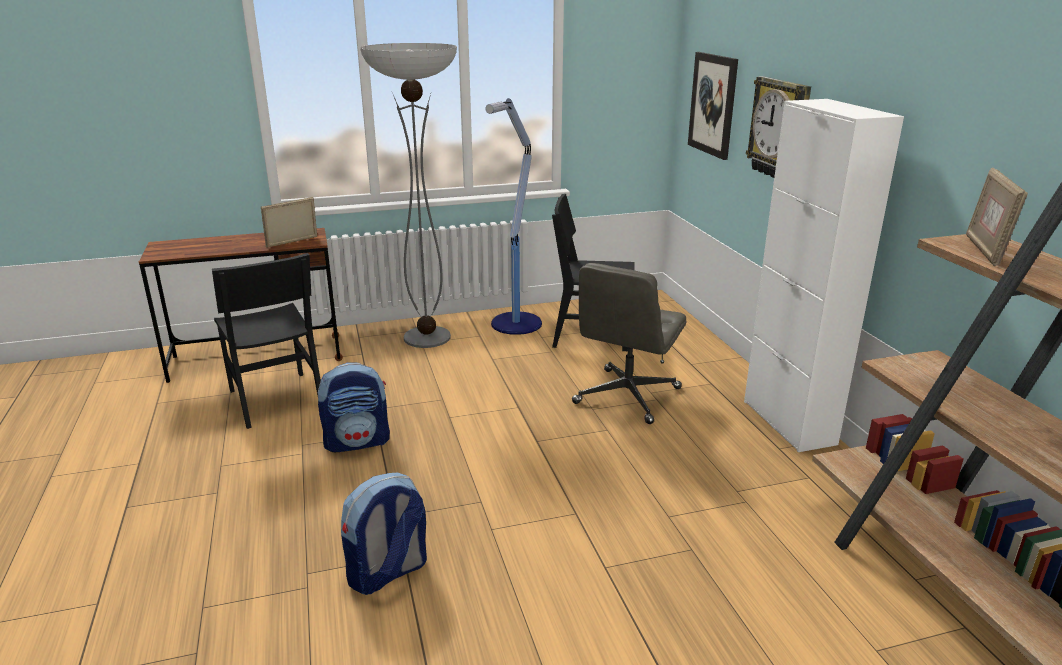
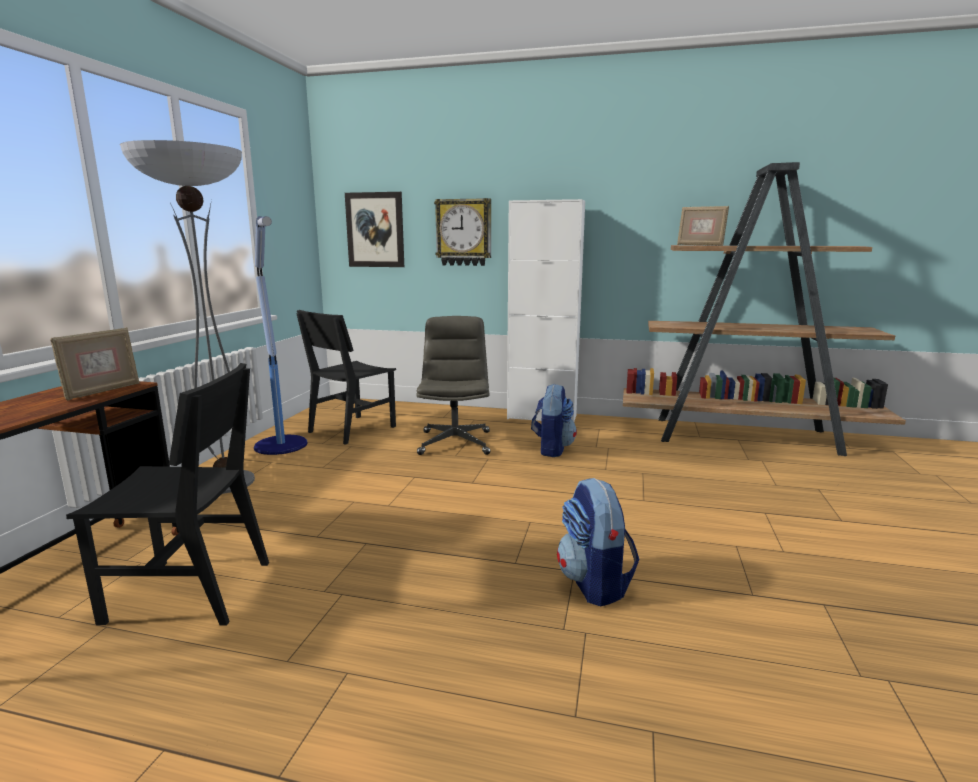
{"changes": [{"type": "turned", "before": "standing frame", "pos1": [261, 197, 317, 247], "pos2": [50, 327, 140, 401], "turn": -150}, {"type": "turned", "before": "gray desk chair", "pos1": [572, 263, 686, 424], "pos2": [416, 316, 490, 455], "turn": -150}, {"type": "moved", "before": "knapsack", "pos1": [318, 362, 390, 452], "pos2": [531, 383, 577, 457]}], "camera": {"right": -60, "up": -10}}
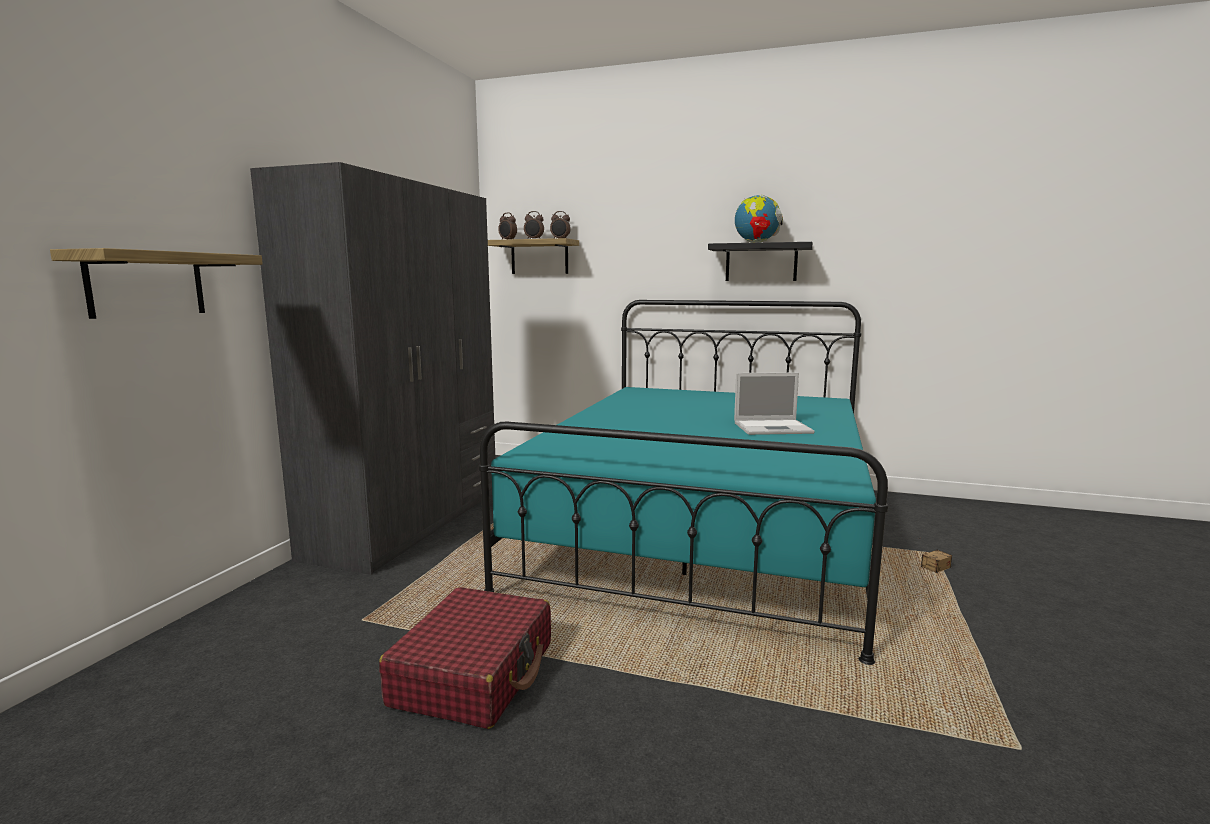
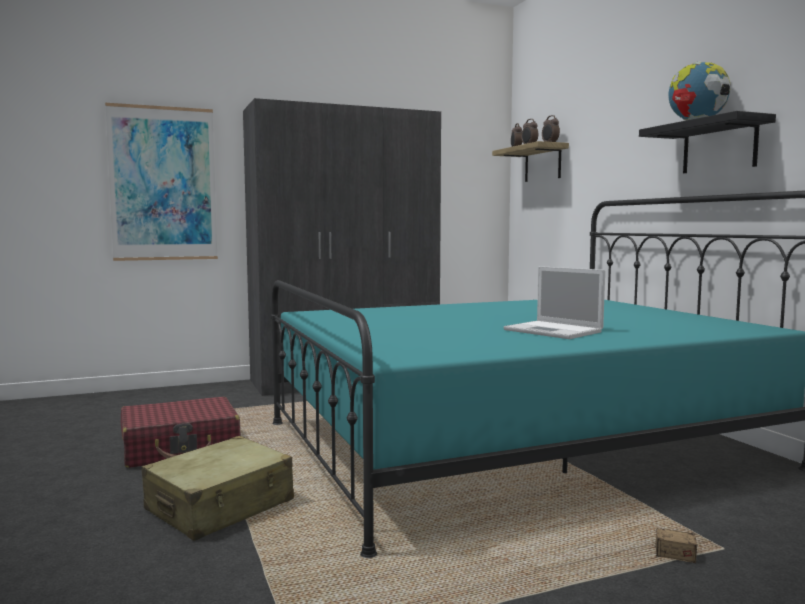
{"changes": [{"type": "replaced", "before": "bracket shelf", "after": "wall art", "pos1": [50, 248, 263, 319], "pos2": [105, 103, 218, 261]}, {"type": "added", "after": "sand-coloured piece of luggage", "pos2": [141, 436, 294, 541]}], "camera": {"right": 50, "up": -5}}
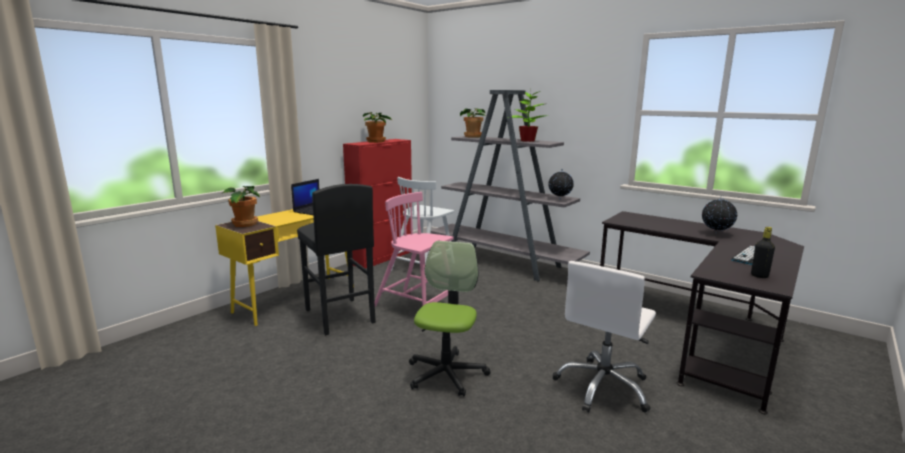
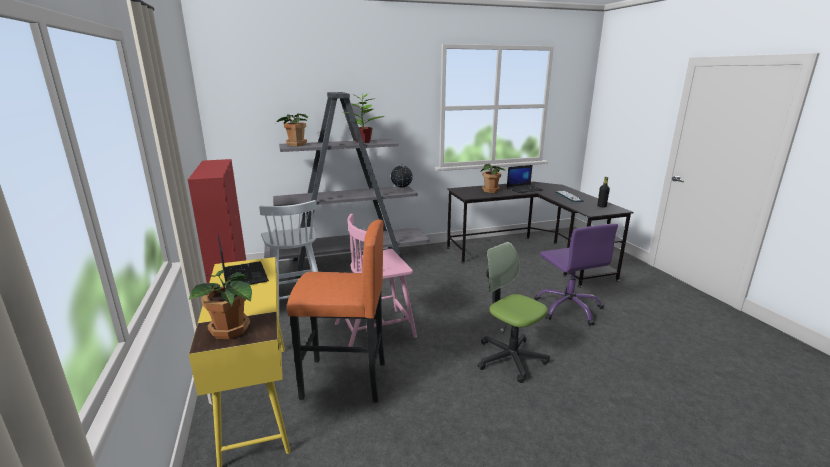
{"changes": [{"type": "moved", "before": "potted plant", "pos1": [362, 112, 392, 143], "pos2": [481, 164, 505, 193]}, {"type": "recoloured", "before": "black stool seat", "after": "orange stool seat", "pos1": [297, 184, 376, 335], "pos2": [287, 219, 385, 403]}, {"type": "replaced", "before": "world globe", "after": "notebook computer", "pos1": [702, 196, 737, 233], "pos2": [507, 165, 543, 193]}, {"type": "recoloured", "before": "white-coloured desk chair", "after": "purple desk chair", "pos1": [552, 261, 656, 413], "pos2": [534, 223, 618, 326]}], "camera": {"right": -55, "up": 5}}
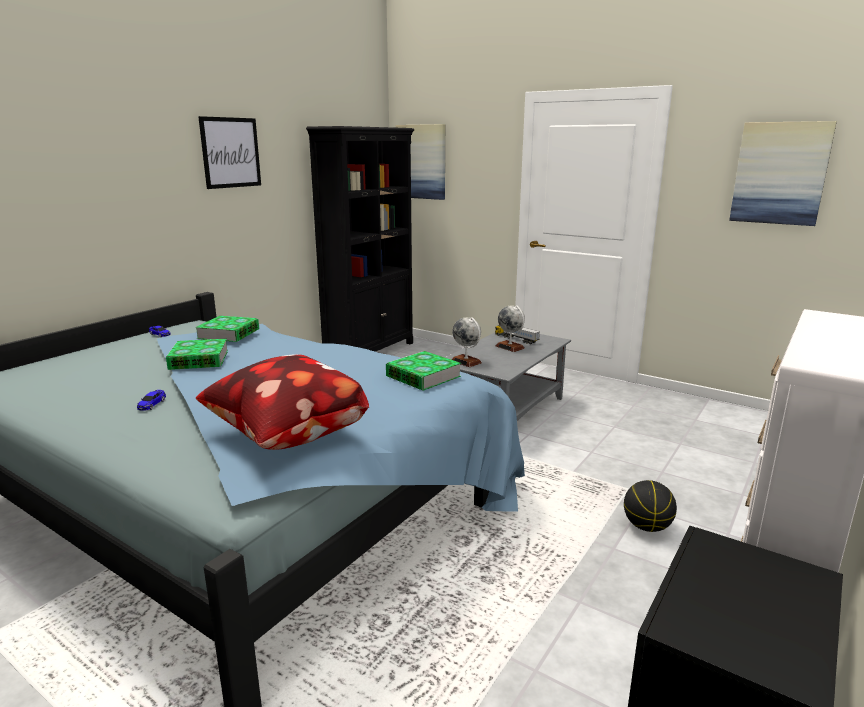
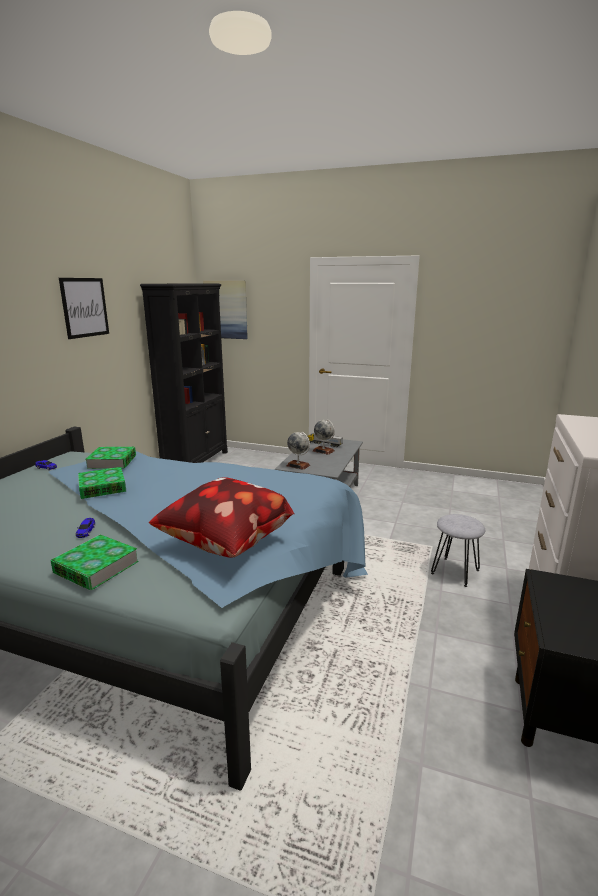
{"changes": [{"type": "removed", "before": "wall art", "pos1": [729, 121, 837, 226]}, {"type": "moved", "before": "bound book", "pos1": [386, 351, 461, 391], "pos2": [50, 534, 139, 590]}, {"type": "replaced", "before": "basketball ball", "after": "gray stool seat", "pos1": [624, 480, 677, 532], "pos2": [431, 514, 485, 587]}], "camera": {"right": -15, "up": 0}}
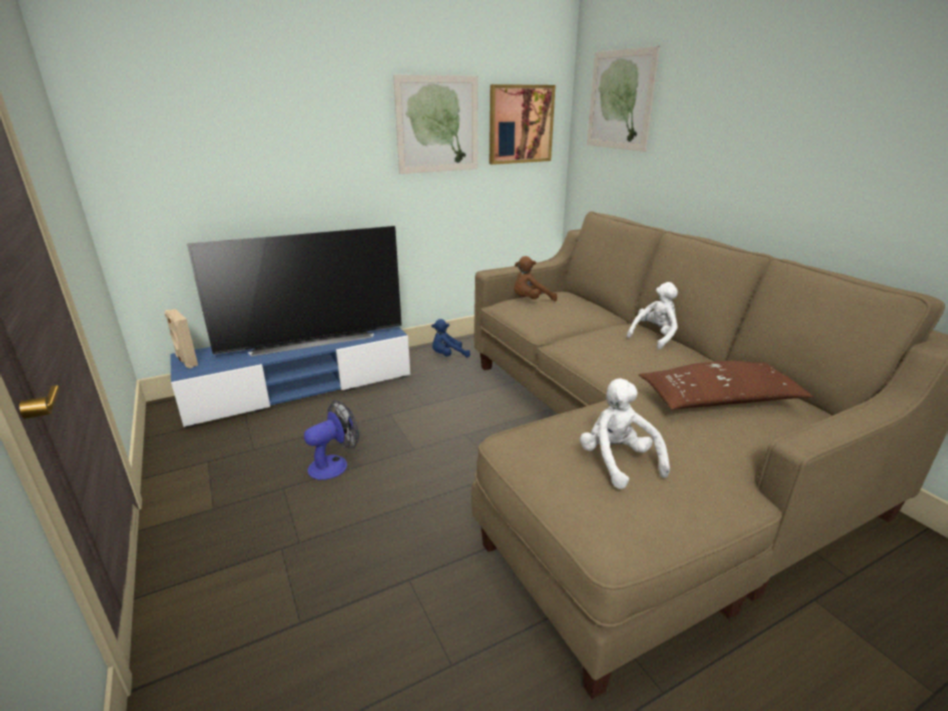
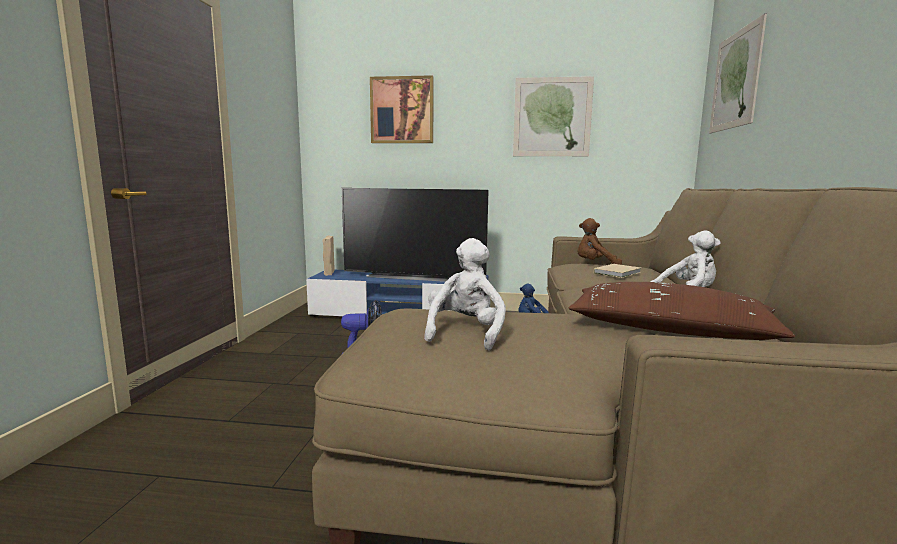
{"changes": [{"type": "moved", "before": "wall art", "pos1": [489, 84, 556, 165], "pos2": [370, 75, 434, 143]}, {"type": "added", "after": "sand-coloured bound book", "pos2": [594, 264, 641, 278]}], "camera": {"right": 35, "up": -15}}
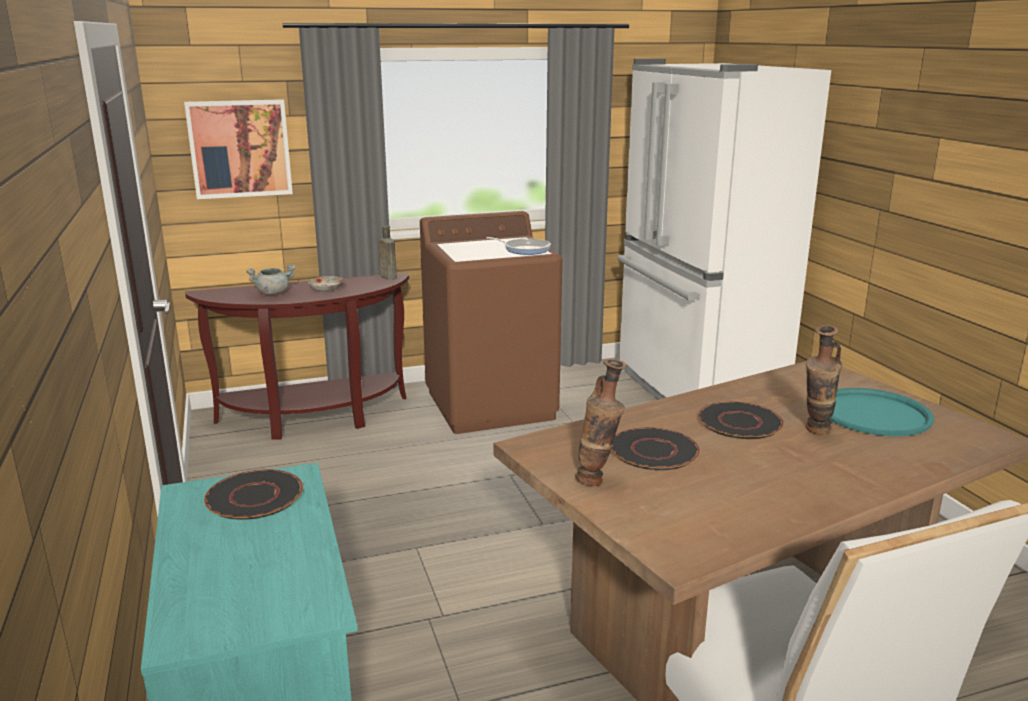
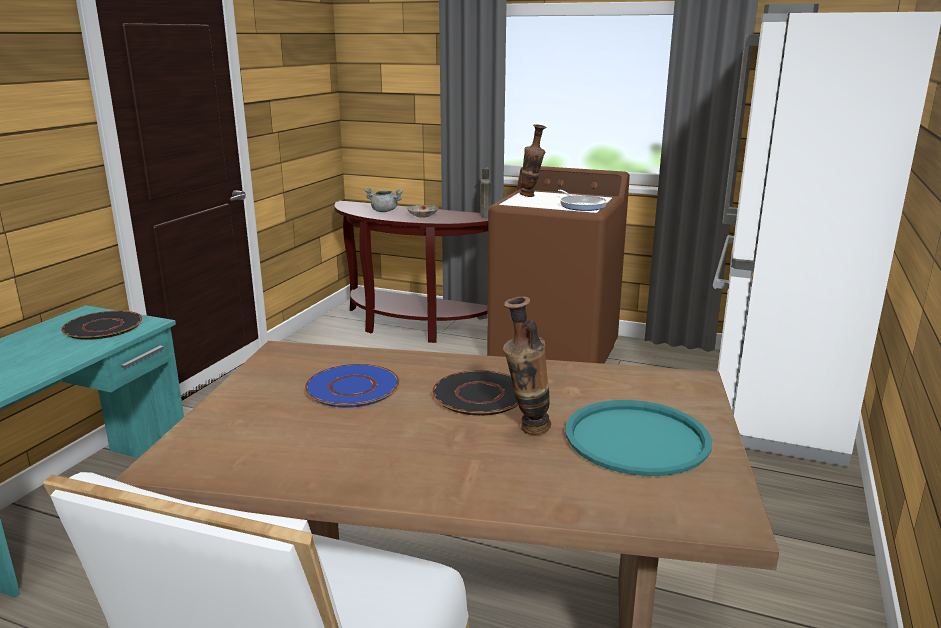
{"changes": [{"type": "removed", "before": "wall art", "pos1": [184, 99, 293, 199]}, {"type": "moved", "before": "flower vase", "pos1": [576, 359, 627, 486], "pos2": [520, 124, 546, 197]}, {"type": "recoloured", "before": "black plate", "after": "blue-coloured plate", "pos1": [611, 427, 700, 470], "pos2": [305, 364, 400, 407]}], "camera": {"right": 40, "up": 0}}
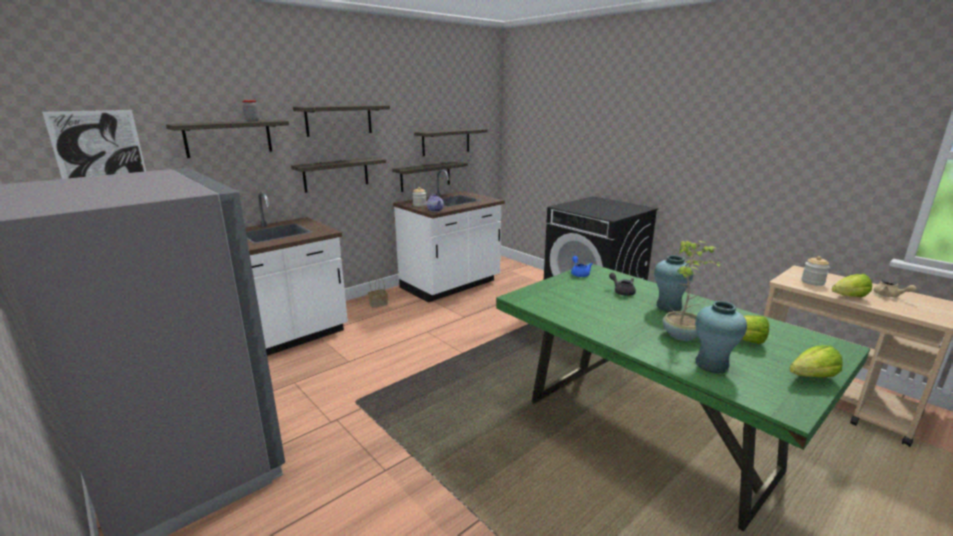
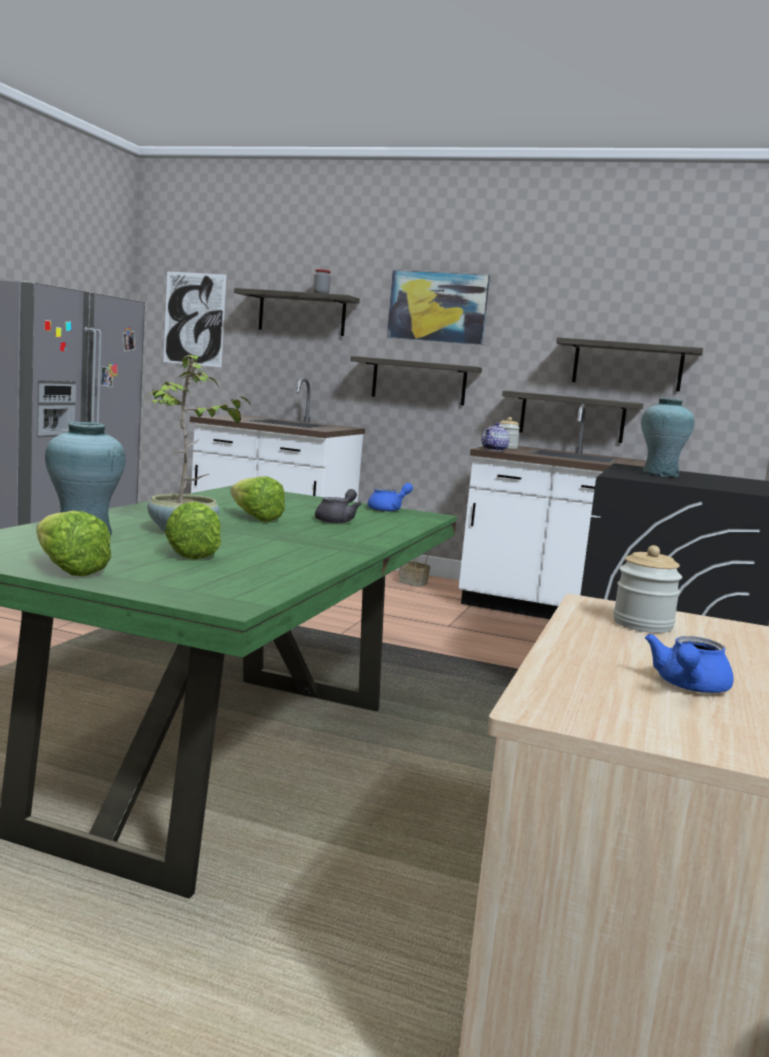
{"changes": [{"type": "replaced", "before": "bracket shelf", "after": "wall art", "pos1": [293, 105, 390, 137], "pos2": [387, 270, 490, 345]}, {"type": "moved", "before": "blue-green flower vase", "pos1": [654, 255, 693, 312], "pos2": [641, 398, 695, 477]}, {"type": "moved", "before": "head of lettuce", "pos1": [832, 274, 872, 297], "pos2": [230, 476, 285, 522]}, {"type": "recoloured", "before": "sand-coloured pot for tea", "after": "blue-coloured pot for tea", "pos1": [874, 281, 917, 297], "pos2": [645, 634, 734, 693]}], "camera": {"right": 60, "up": -10}}
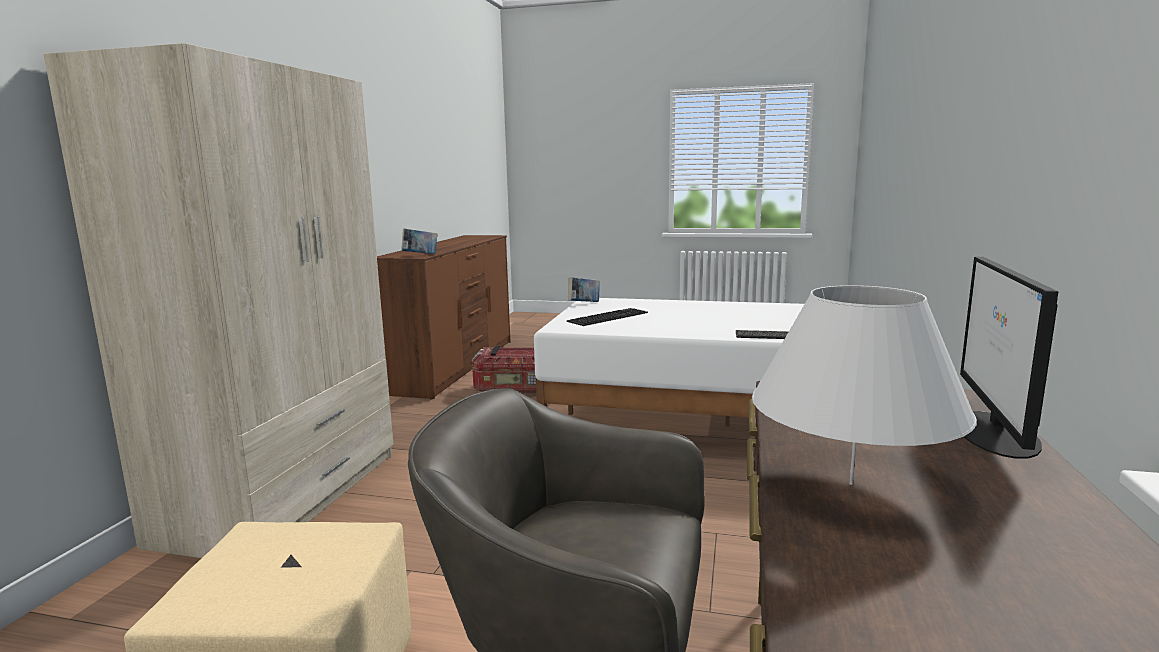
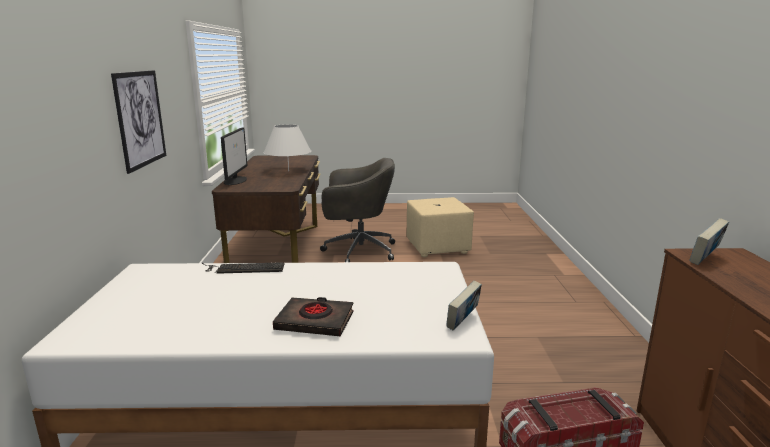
{"changes": [{"type": "removed", "before": "sand-coloured clothes cupboard", "pos1": [44, 43, 393, 558]}, {"type": "removed", "before": "keyboard", "pos1": [567, 308, 648, 326]}, {"type": "added", "after": "wall art", "pos2": [111, 70, 166, 174]}, {"type": "added", "after": "black bound book", "pos2": [273, 297, 354, 337]}], "camera": {"right": 165, "up": 5}}
